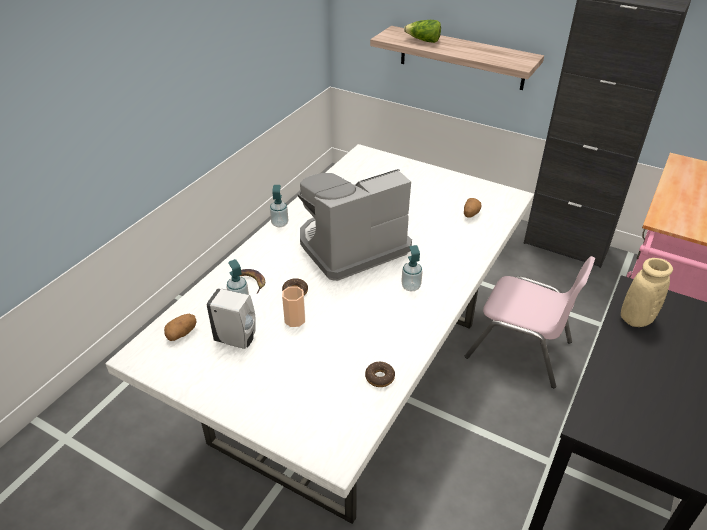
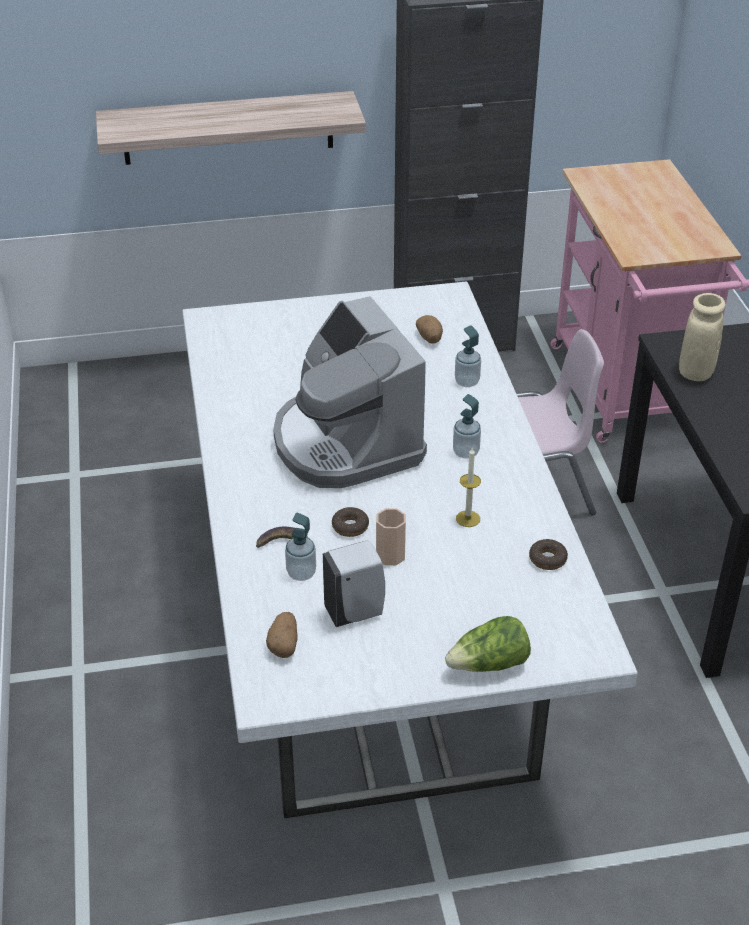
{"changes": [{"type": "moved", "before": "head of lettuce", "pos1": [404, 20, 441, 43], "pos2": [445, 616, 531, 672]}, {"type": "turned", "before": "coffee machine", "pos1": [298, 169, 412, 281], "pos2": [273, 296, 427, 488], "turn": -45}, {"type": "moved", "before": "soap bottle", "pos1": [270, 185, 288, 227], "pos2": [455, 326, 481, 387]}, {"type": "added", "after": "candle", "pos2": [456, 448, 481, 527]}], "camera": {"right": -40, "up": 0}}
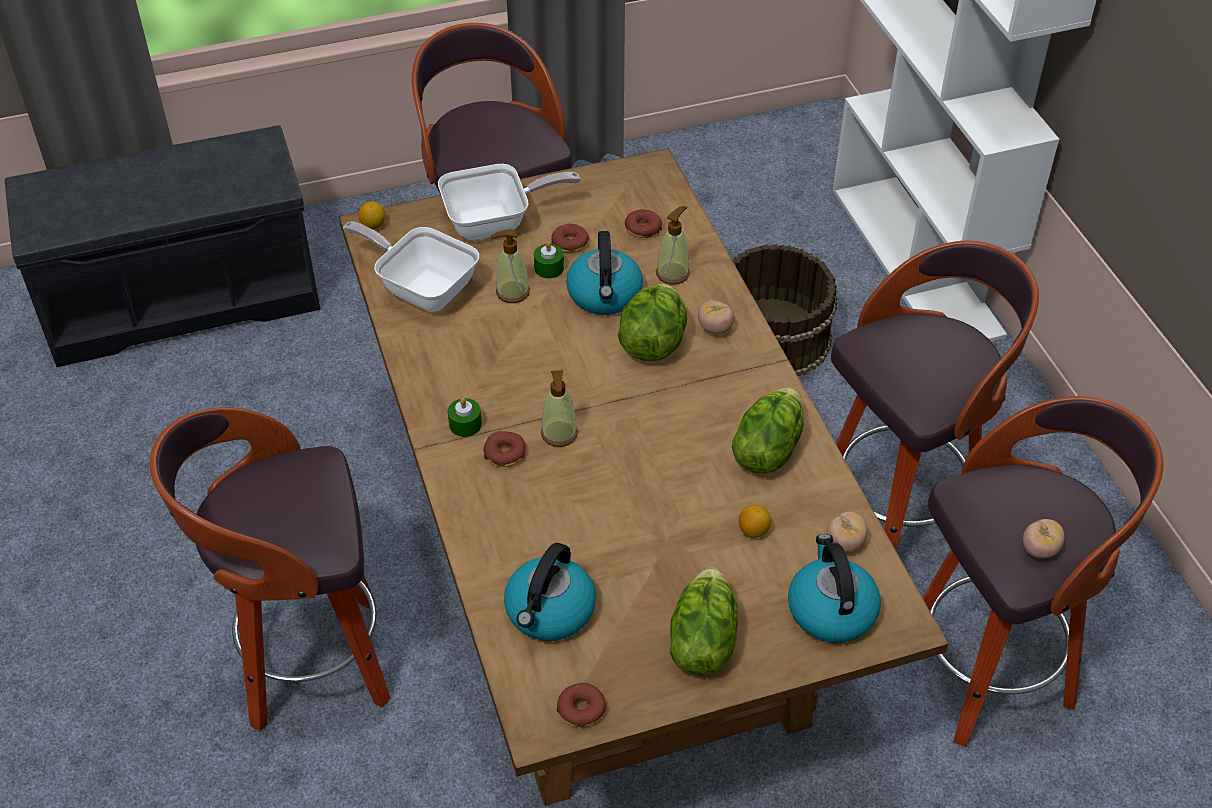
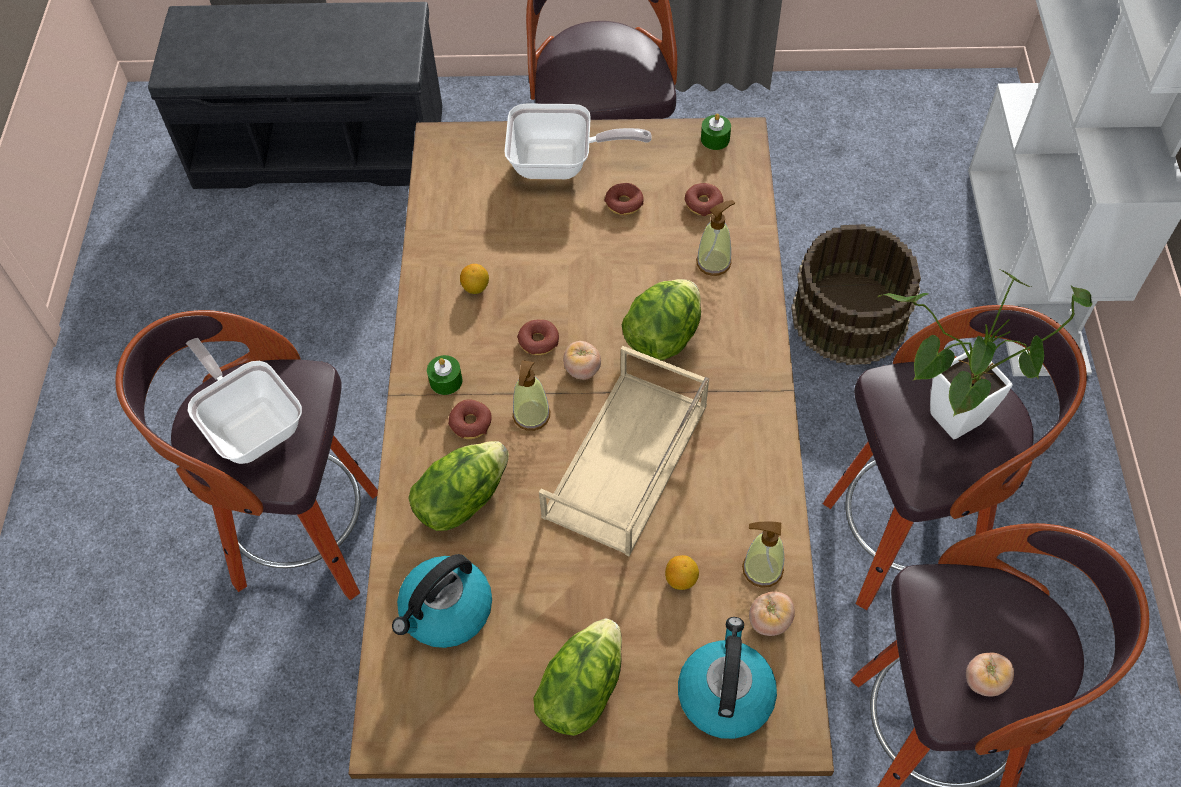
{"changes": [{"type": "moved", "before": "lemon", "pos1": [358, 201, 385, 229], "pos2": [460, 264, 489, 294]}, {"type": "moved", "before": "frying pan", "pos1": [343, 222, 479, 312], "pos2": [186, 338, 302, 464]}, {"type": "moved", "before": "soap bottle", "pos1": [491, 229, 530, 303], "pos2": [742, 522, 784, 588]}, {"type": "removed", "before": "kettle", "pos1": [566, 231, 643, 315]}, {"type": "moved", "before": "green-coloured candle", "pos1": [534, 241, 564, 279], "pos2": [701, 114, 731, 150]}, {"type": "moved", "before": "fresh tomato", "pos1": [698, 300, 734, 334], "pos2": [563, 341, 601, 380]}, {"type": "moved", "before": "head of lettuce", "pos1": [732, 387, 804, 474], "pos2": [408, 441, 509, 531]}, {"type": "moved", "before": "doughnut", "pos1": [557, 683, 606, 727], "pos2": [517, 320, 559, 355]}, {"type": "added", "after": "potted plant", "pos2": [878, 269, 1093, 439]}, {"type": "added", "after": "sand-coloured tray", "pos2": [539, 346, 709, 556]}], "camera": {"right": 20, "up": 10}}
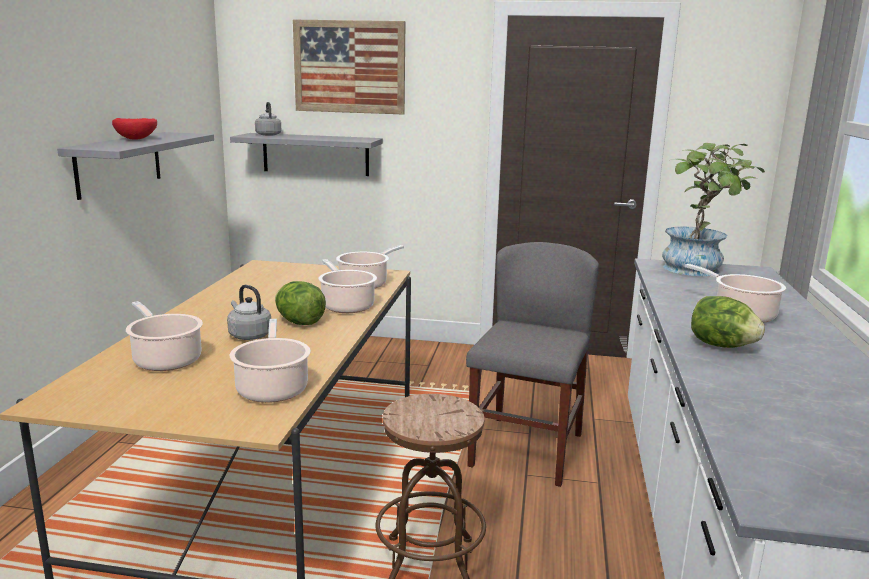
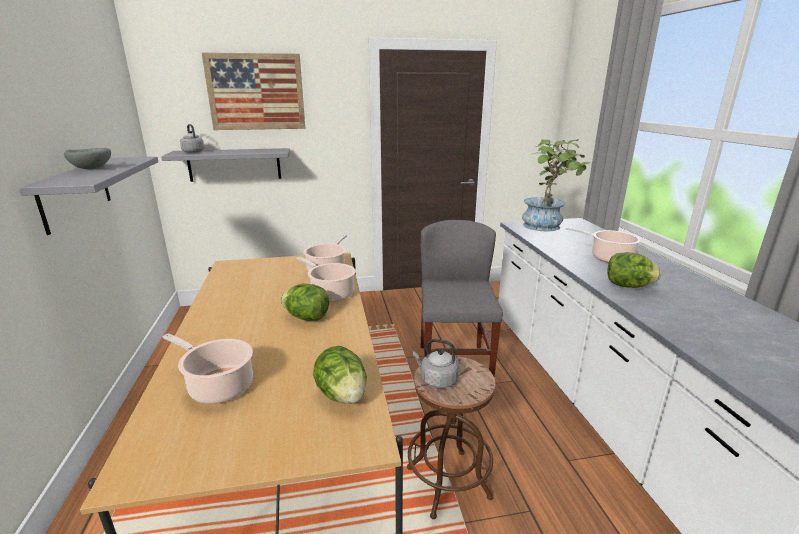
{"changes": [{"type": "recoloured", "before": "red-coloured deep dish", "after": "gray deep dish", "pos1": [112, 118, 157, 140], "pos2": [64, 148, 111, 170]}, {"type": "moved", "before": "gray kettle", "pos1": [227, 285, 271, 340], "pos2": [413, 339, 459, 389]}, {"type": "replaced", "before": "saucepot", "after": "head of lettuce", "pos1": [230, 319, 311, 403], "pos2": [313, 346, 367, 404]}], "camera": {"right": -20, "up": 5}}
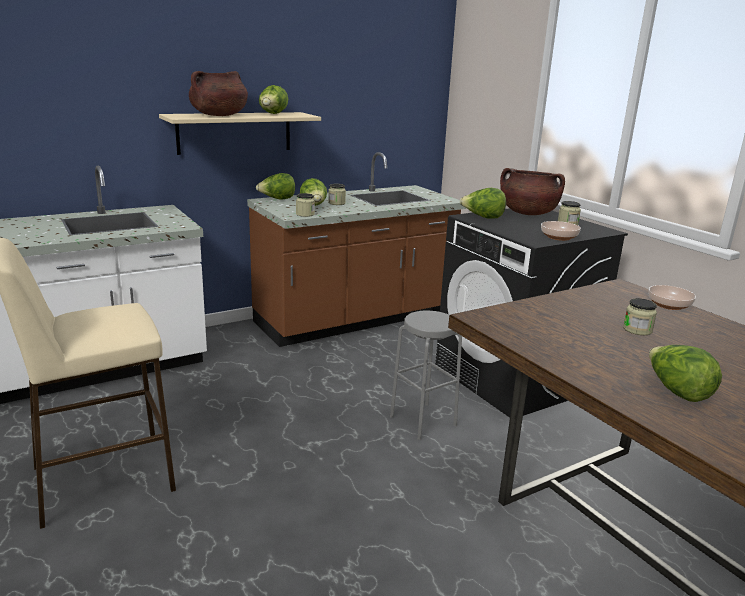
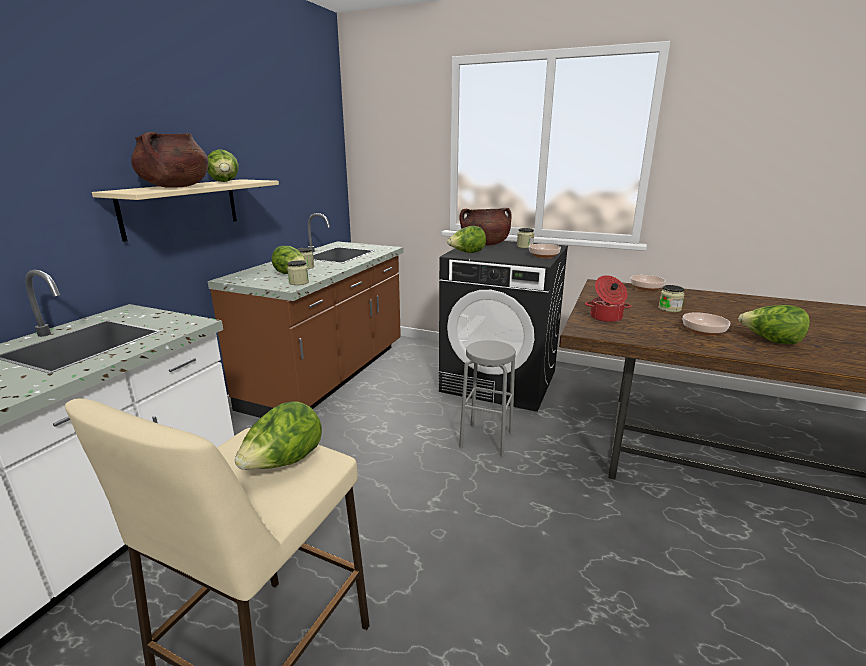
{"changes": [{"type": "moved", "before": "head of lettuce", "pos1": [256, 173, 295, 200], "pos2": [235, 401, 322, 470]}, {"type": "added", "after": "saucepot", "pos2": [585, 275, 631, 323]}, {"type": "added", "after": "deep dish", "pos2": [683, 312, 731, 336]}], "camera": {"right": -35, "up": 0}}
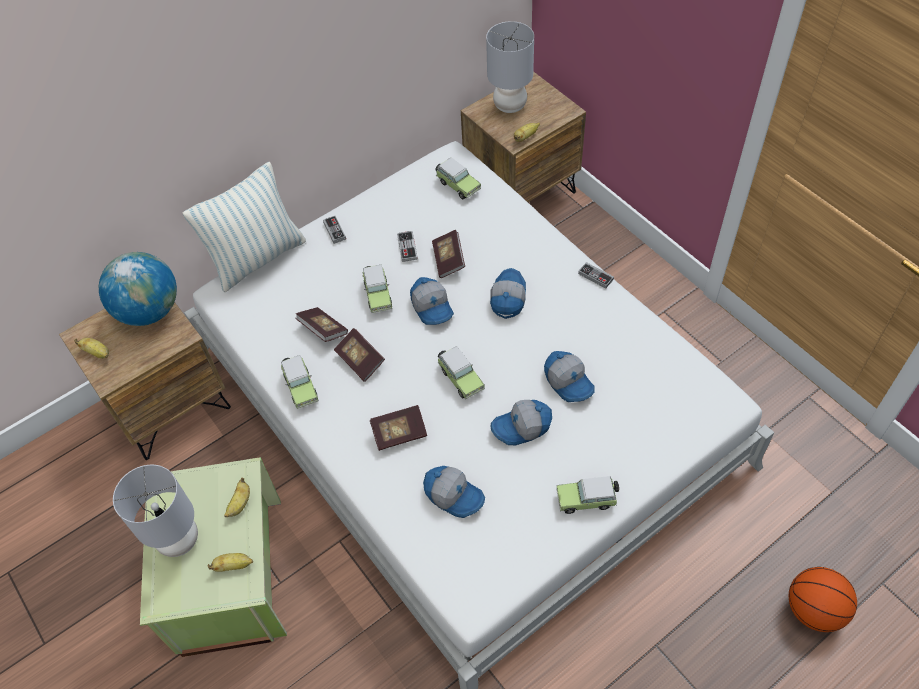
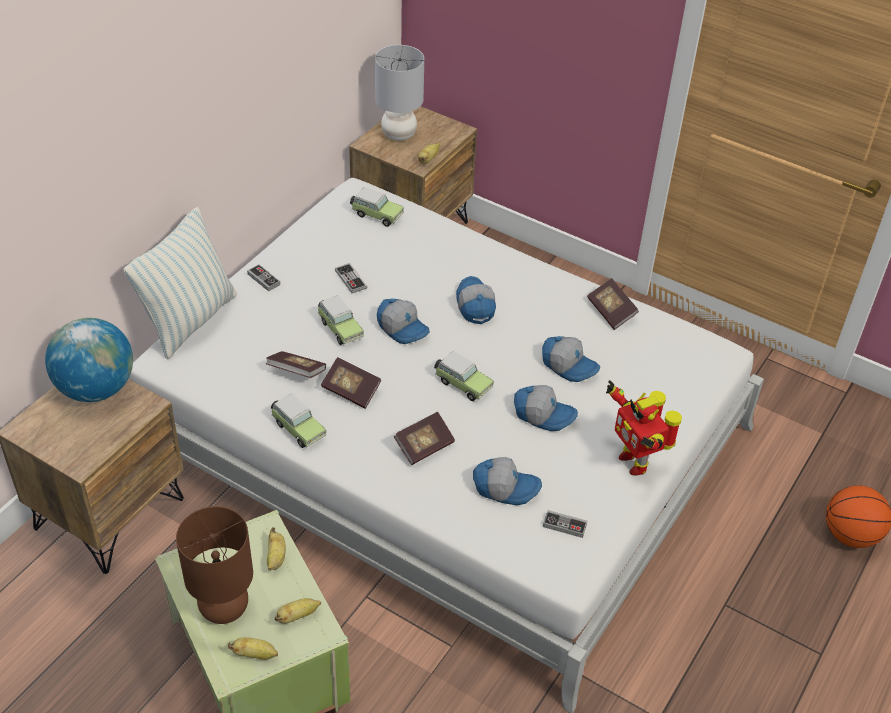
{"changes": [{"type": "moved", "before": "bound book", "pos1": [432, 230, 465, 278], "pos2": [587, 278, 639, 330]}, {"type": "moved", "before": "gamepad", "pos1": [578, 262, 614, 289], "pos2": [543, 510, 587, 538]}, {"type": "moved", "before": "whole banana", "pos1": [74, 338, 109, 359], "pos2": [228, 637, 278, 660]}, {"type": "turned", "before": "cap", "pos1": [491, 400, 552, 445], "pos2": [514, 385, 578, 431], "turn": -120}, {"type": "recoloured", "before": "gray table lamp", "after": "brown table lamp", "pos1": [113, 465, 198, 557], "pos2": [176, 506, 253, 624]}, {"type": "replaced", "before": "toy car", "after": "model robot", "pos1": [556, 476, 619, 514], "pos2": [606, 380, 682, 476]}], "camera": {"right": -25, "up": -10}}
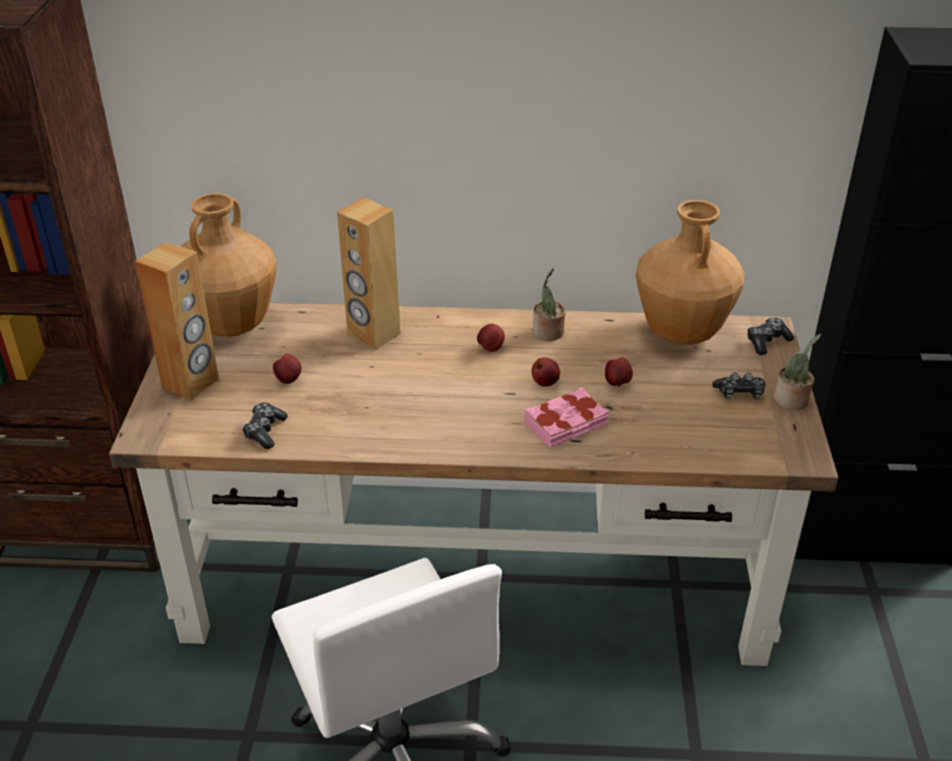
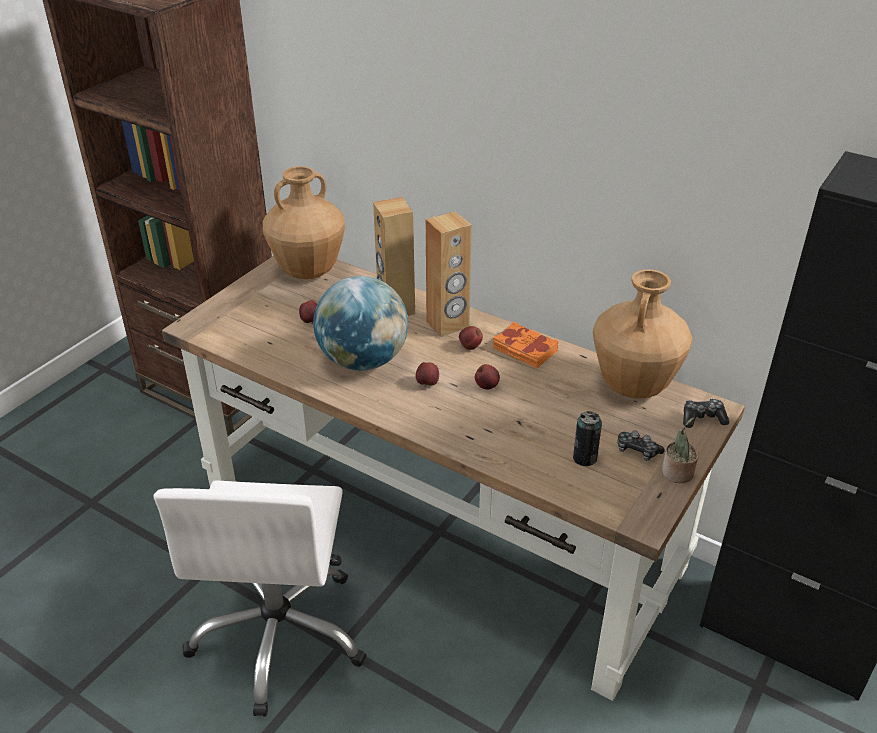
{"changes": [{"type": "moved", "before": "brown speaker", "pos1": [135, 242, 219, 401], "pos2": [426, 211, 472, 337]}, {"type": "replaced", "before": "potted plant", "after": "orange bound book", "pos1": [533, 268, 566, 341], "pos2": [493, 321, 559, 368]}, {"type": "moved", "before": "apple", "pos1": [605, 358, 633, 387], "pos2": [416, 362, 439, 387]}, {"type": "removed", "before": "pinkish bound book", "pos1": [524, 387, 609, 448]}, {"type": "removed", "before": "gamepad", "pos1": [242, 402, 288, 449]}, {"type": "added", "after": "world globe", "pos2": [313, 276, 408, 371]}, {"type": "added", "after": "metal can", "pos2": [573, 411, 602, 466]}], "camera": {"right": 30, "up": 0}}
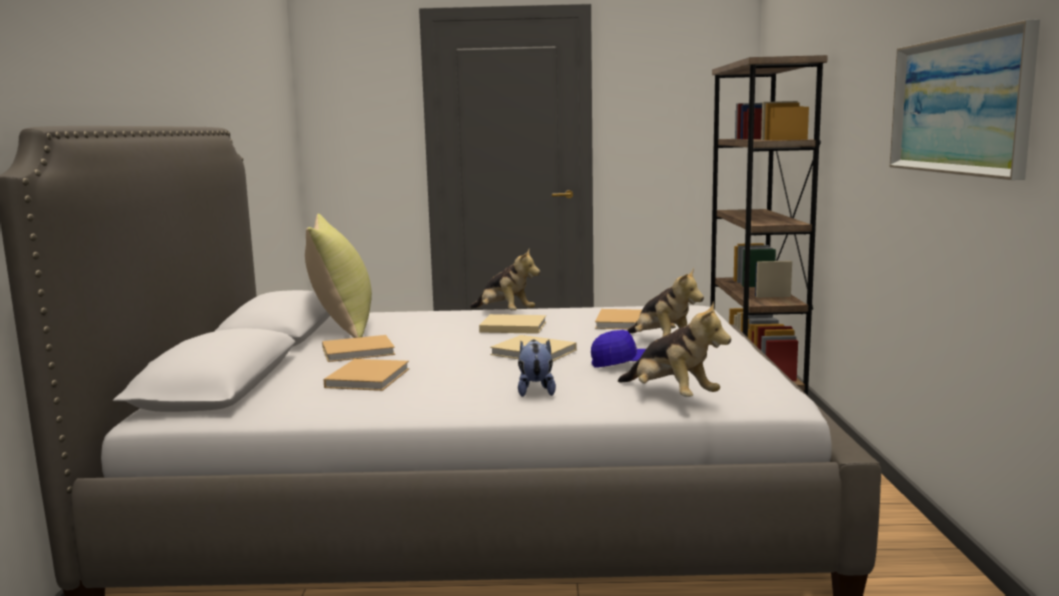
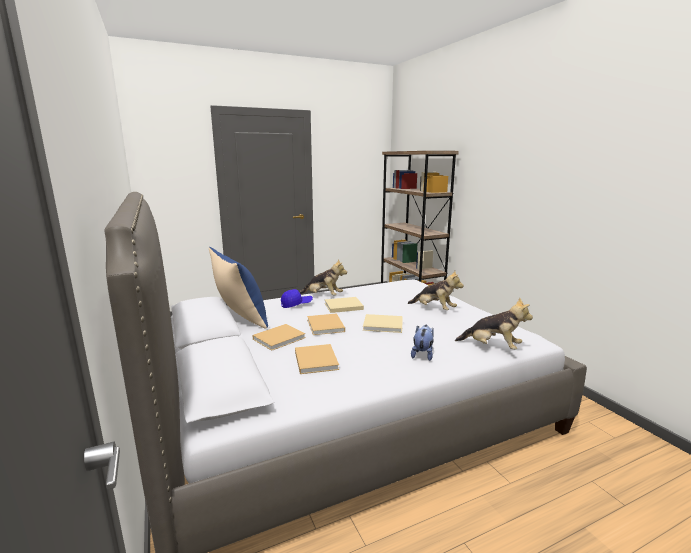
{"changes": [{"type": "removed", "before": "wall art", "pos1": [890, 19, 1040, 180]}, {"type": "recoloured", "before": "yellow throw pillow", "after": "blue-coloured throw pillow", "pos1": [305, 214, 372, 338], "pos2": [209, 247, 268, 329]}, {"type": "moved", "before": "sand-coloured bound book", "pos1": [595, 309, 642, 329], "pos2": [307, 313, 345, 335]}, {"type": "moved", "before": "blue-coloured cap", "pos1": [591, 330, 646, 367], "pos2": [281, 289, 313, 308]}, {"type": "turned", "before": "cuddly toy", "pos1": [518, 339, 556, 397], "pos2": [411, 325, 434, 361], "turn": 45}], "camera": {"right": -25, "up": 5}}
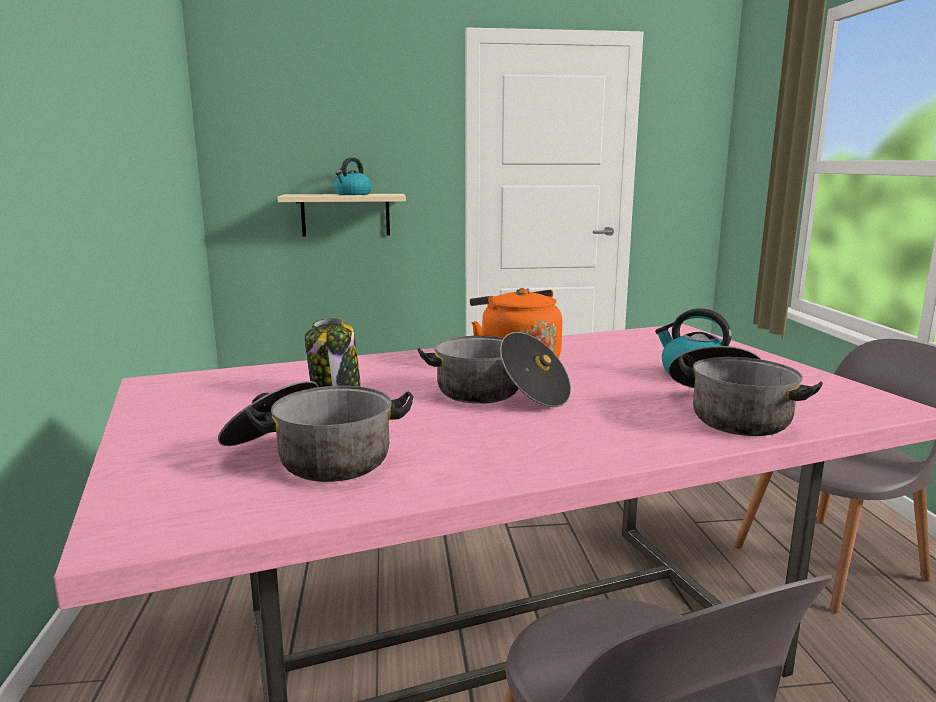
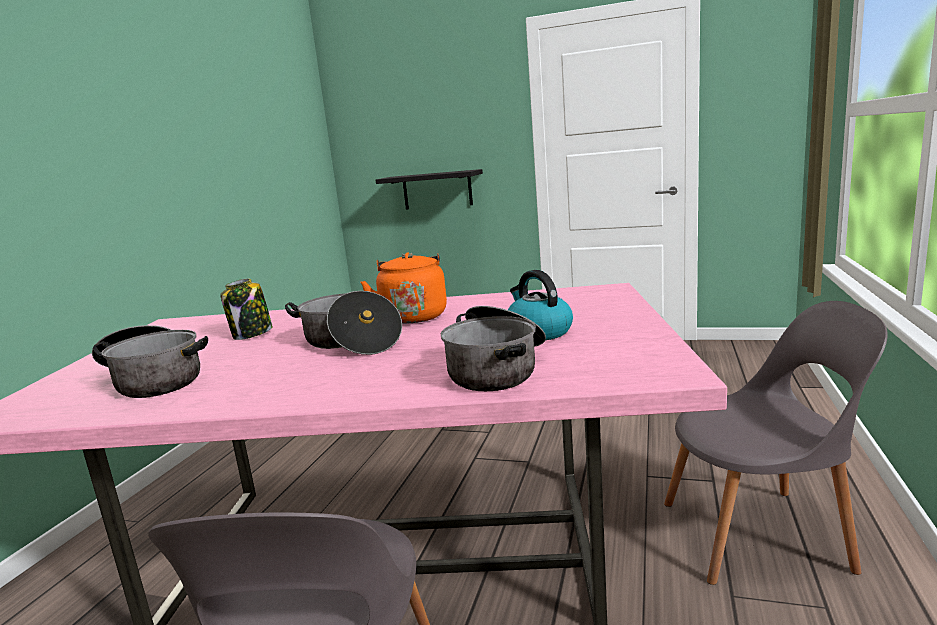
{"changes": [{"type": "removed", "before": "kettle", "pos1": [334, 158, 372, 195]}, {"type": "recoloured", "before": "sand-coloured bracket shelf", "after": "black bracket shelf", "pos1": [277, 194, 406, 236], "pos2": [376, 169, 483, 210]}], "camera": {"right": 25, "up": 0}}
